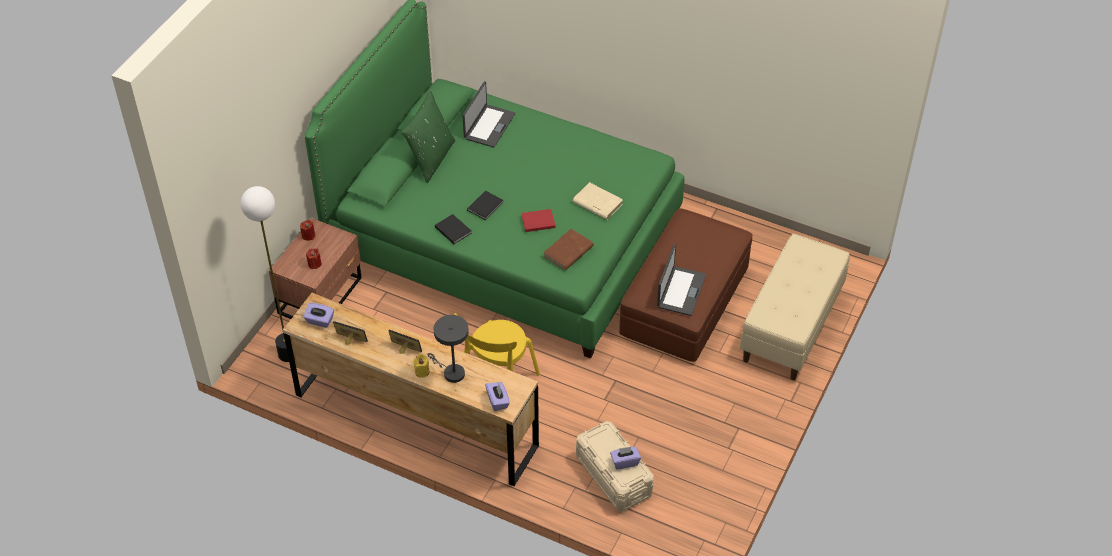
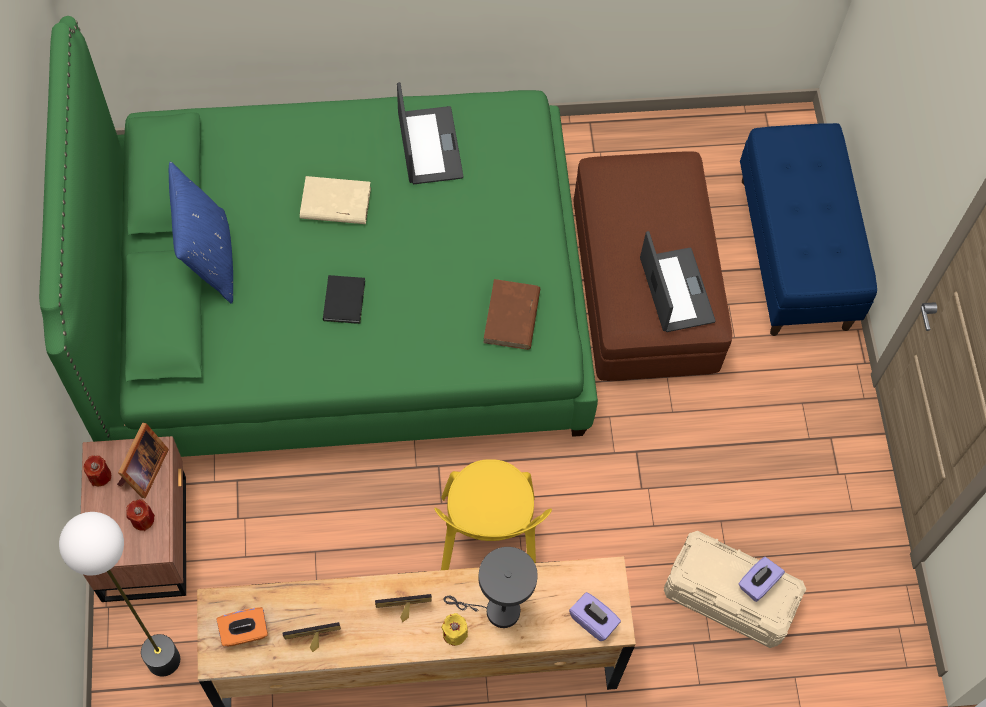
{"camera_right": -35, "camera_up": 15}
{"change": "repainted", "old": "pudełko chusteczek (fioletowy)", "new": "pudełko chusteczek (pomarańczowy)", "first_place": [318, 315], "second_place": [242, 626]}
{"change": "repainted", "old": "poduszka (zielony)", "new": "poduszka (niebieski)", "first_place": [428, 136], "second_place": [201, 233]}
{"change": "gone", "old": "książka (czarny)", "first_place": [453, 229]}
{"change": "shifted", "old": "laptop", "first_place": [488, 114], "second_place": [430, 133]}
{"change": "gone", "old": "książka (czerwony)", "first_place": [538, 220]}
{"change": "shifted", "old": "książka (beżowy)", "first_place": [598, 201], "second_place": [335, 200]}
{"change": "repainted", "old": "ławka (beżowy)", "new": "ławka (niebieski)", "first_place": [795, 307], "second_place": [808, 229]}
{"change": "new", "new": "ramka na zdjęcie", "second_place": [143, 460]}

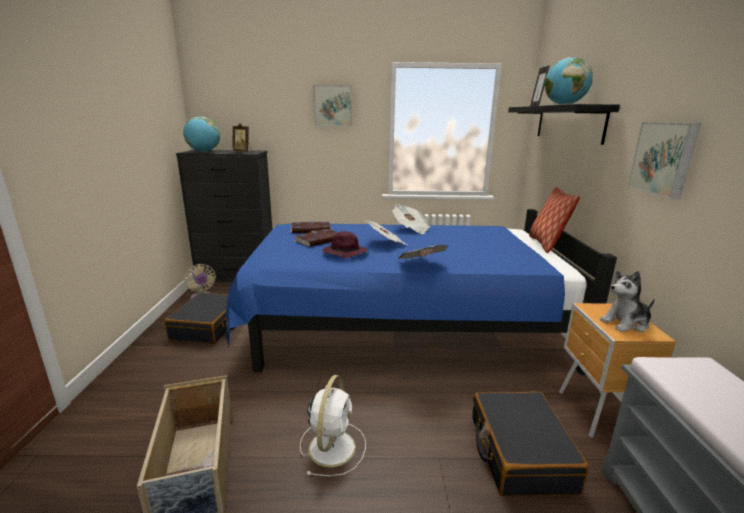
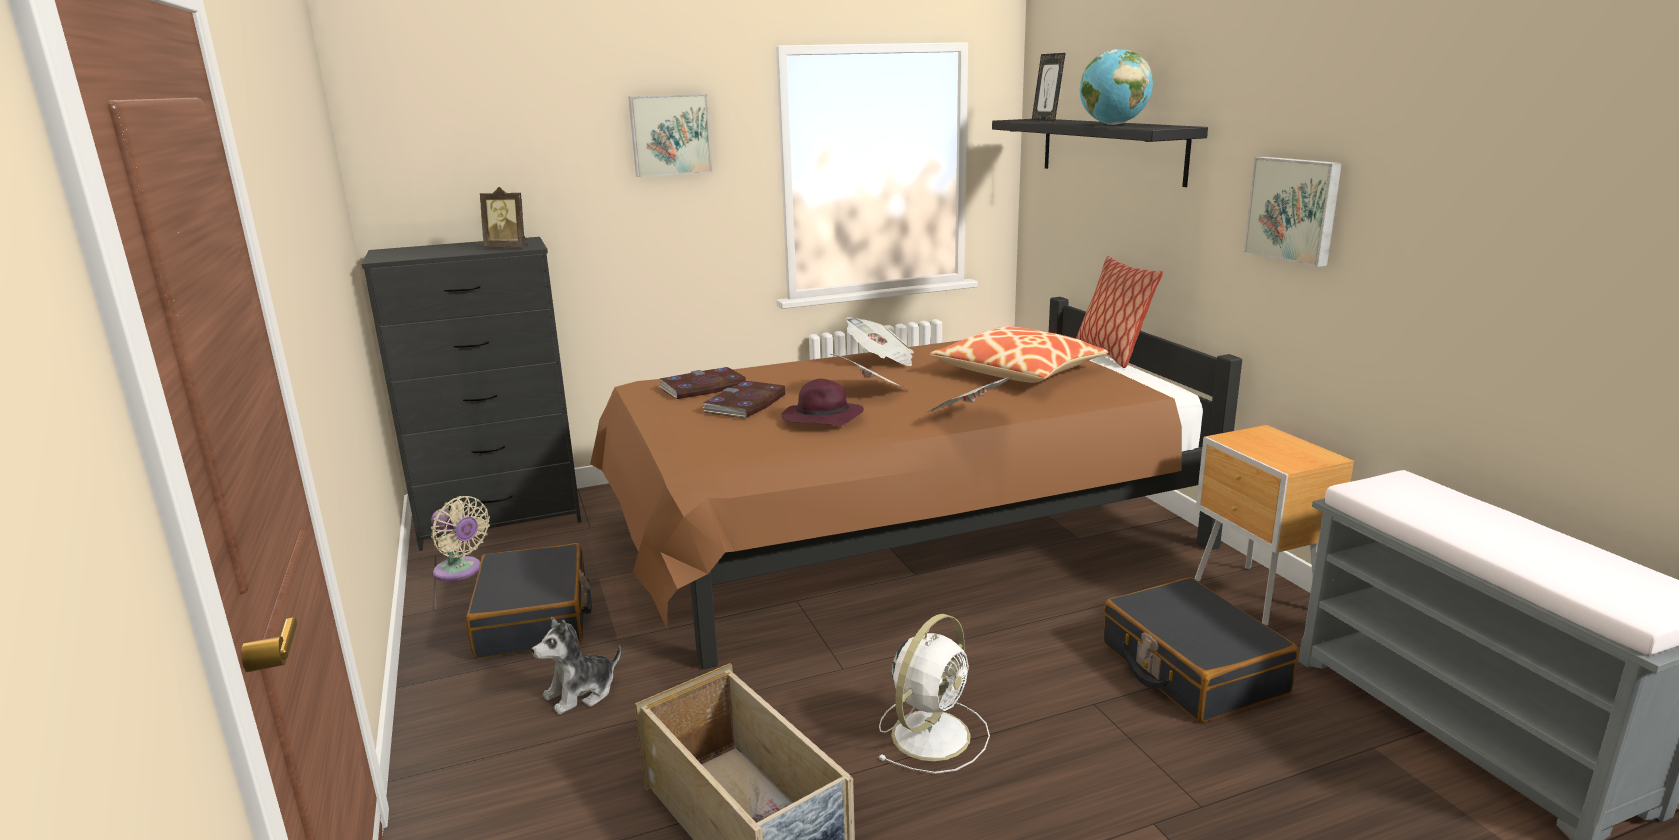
{"camera_right": -20, "camera_up": 0}
{"change": "gone", "old": "globus", "first_place": [201, 134]}
{"change": "repainted", "old": "łóżko (niebieski)", "new": "łóżko (brązowy)", "first_place": [421, 292], "second_place": [916, 483]}
{"change": "rotated", "old": "wentylator (biały)", "first_place": [333, 425], "second_place": [934, 694], "degrees": 45}
{"change": "shifted", "old": "pluszak", "first_place": [627, 301], "second_place": [576, 666]}
{"change": "new", "new": "poduszka", "second_place": [1018, 354]}

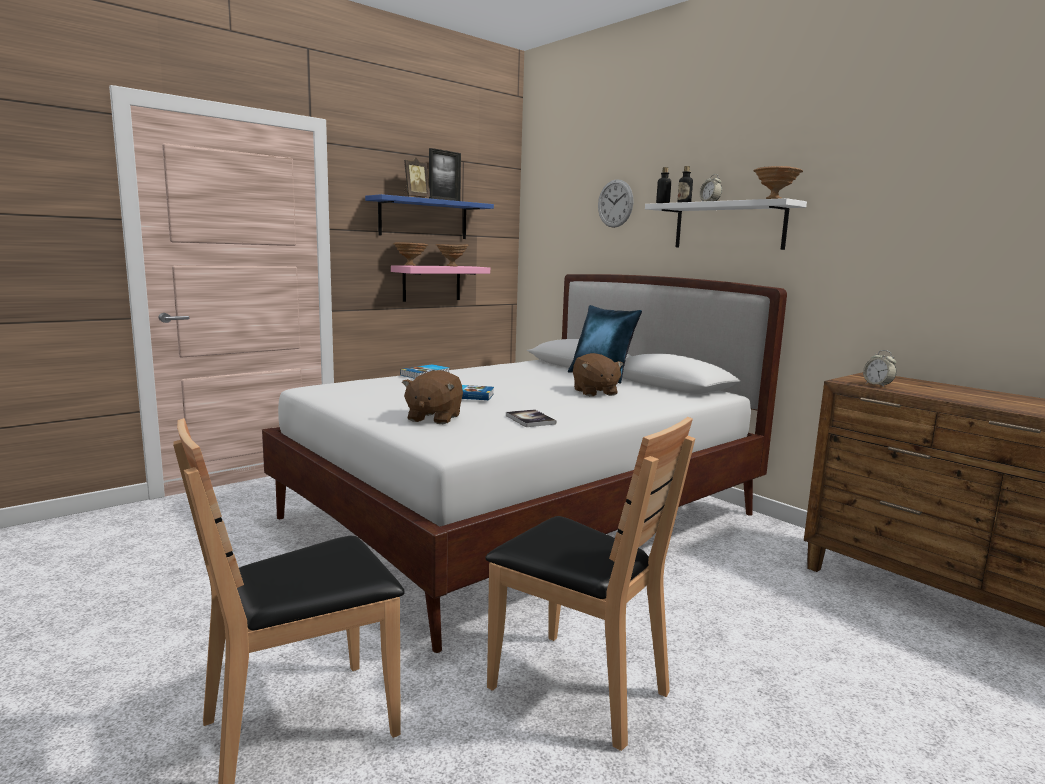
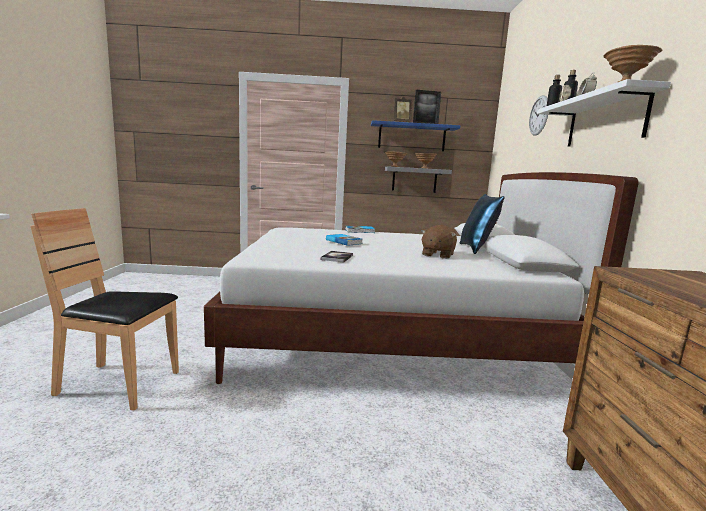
{"camera_right": 40, "camera_up": 0}
{"change": "repainted", "old": "półka (różowy)", "new": "półka (szary)", "first_place": [440, 283], "second_place": [418, 179]}
{"change": "gone", "old": "pluszak (brązowy)", "first_place": [432, 397]}
{"change": "gone", "old": "krzesło (brązowy)", "first_place": [590, 584]}
{"change": "gone", "old": "budzik", "first_place": [880, 368]}

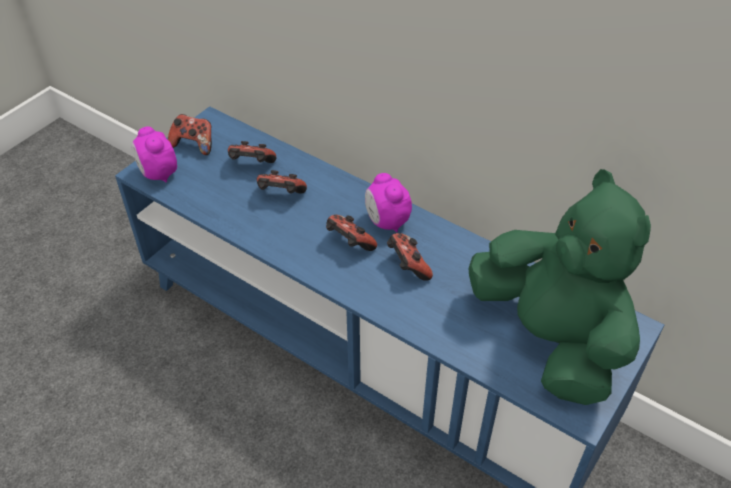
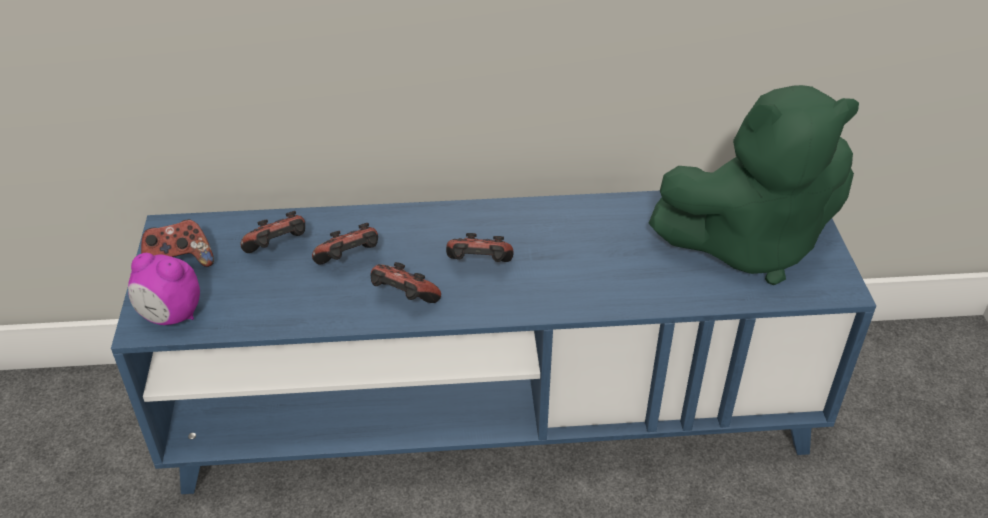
{"camera_right": -40, "camera_up": -5}
{"change": "gone", "old": "budzik", "first_place": [388, 202]}
{"change": "shifted", "old": "pad do gier", "first_place": [410, 257], "second_place": [406, 282]}
{"change": "rotated", "old": "pluszak (zielony)", "first_place": [560, 287], "second_place": [753, 185], "degrees": 150}

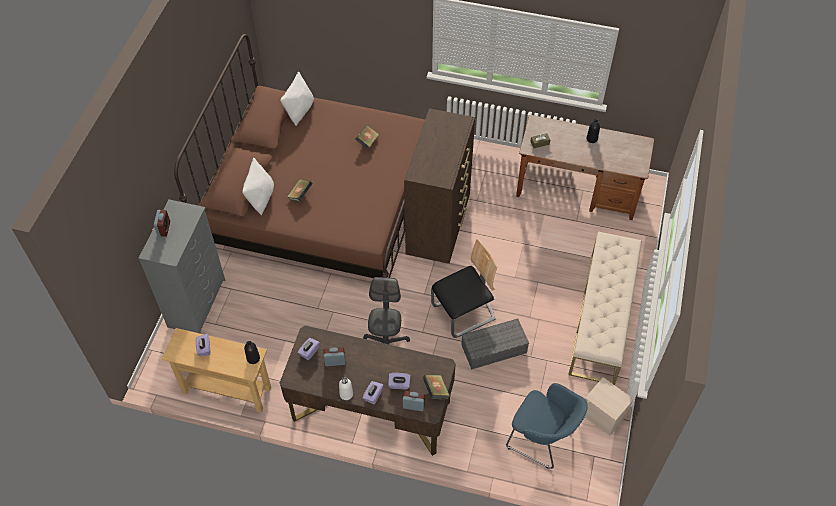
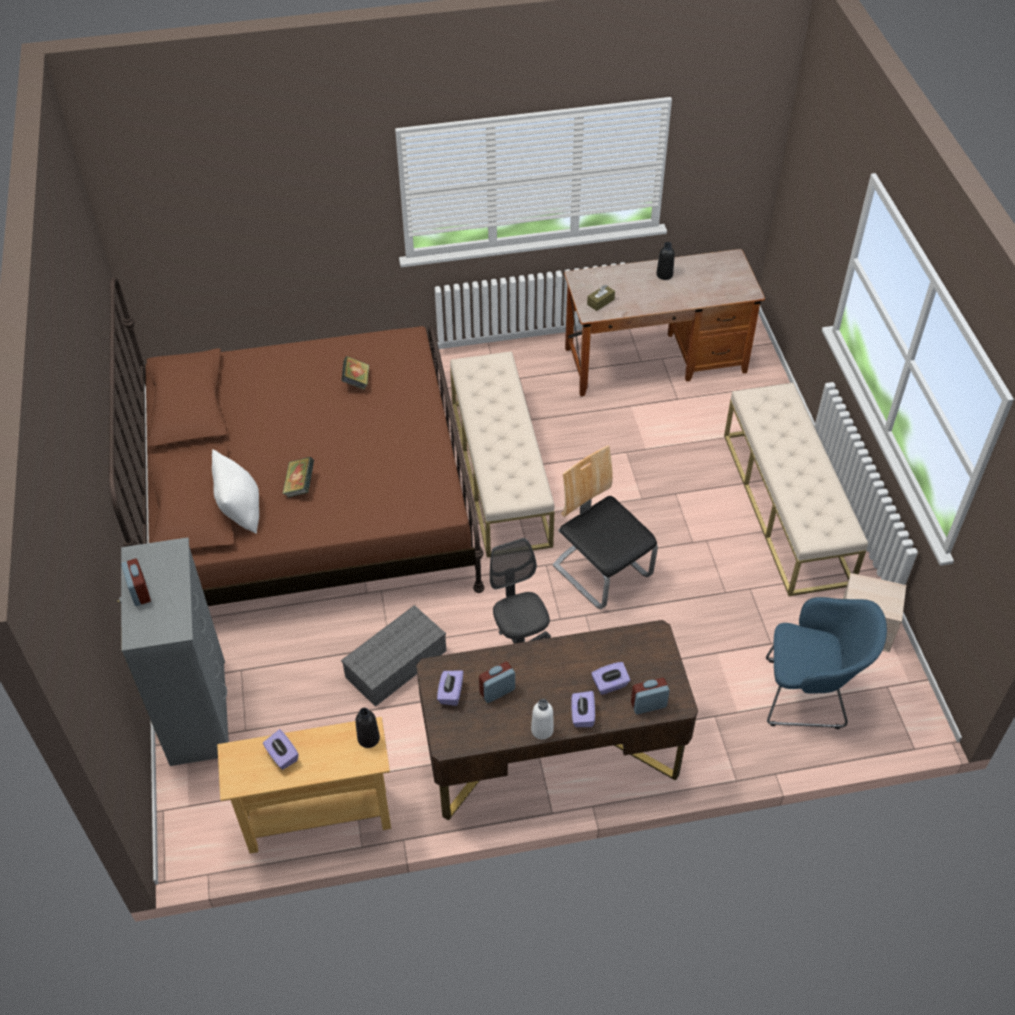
{"camera_right": -25, "camera_up": -5}
{"change": "gone", "old": "poduszka (biały)", "first_place": [297, 99]}
{"change": "swapped", "old": "komoda (brązowy)", "new": "ławka (beżowy)", "first_place": [439, 186], "second_place": [502, 454]}
{"change": "gone", "old": "książka", "first_place": [436, 387]}
{"change": "rotated", "old": "krzesło", "first_place": [464, 288], "second_place": [605, 527], "degrees": -75}
{"change": "shifted", "old": "pojemnik do przechowywania (szary)", "first_place": [495, 344], "second_place": [393, 656]}

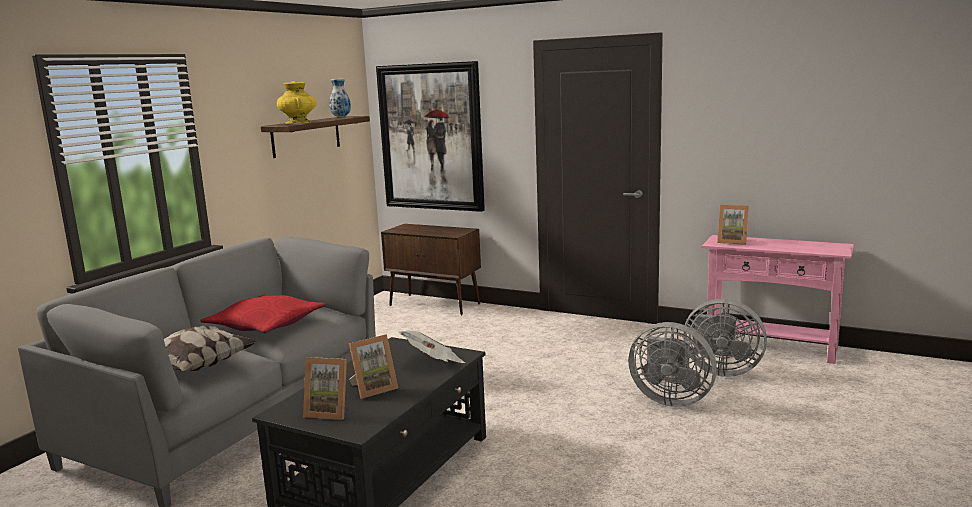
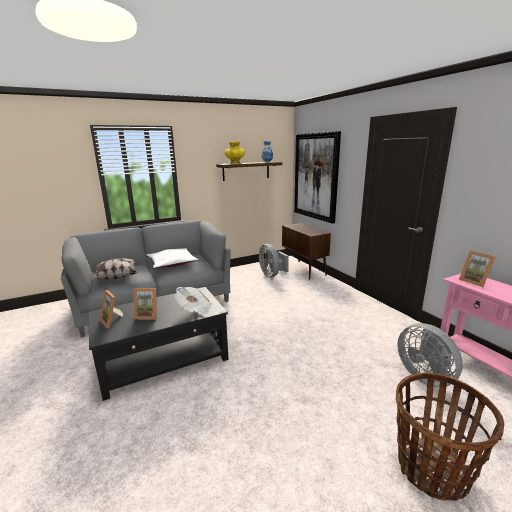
{"camera_right": 35, "camera_up": 5}
{"change": "repainted", "old": "poduszka (czerwony)", "new": "poduszka (biały)", "first_place": [263, 314], "second_place": [172, 258]}
{"change": "shifted", "old": "wentylator (szary)", "first_place": [673, 364], "second_place": [274, 261]}
{"change": "new", "new": "koszyk", "second_place": [450, 436]}

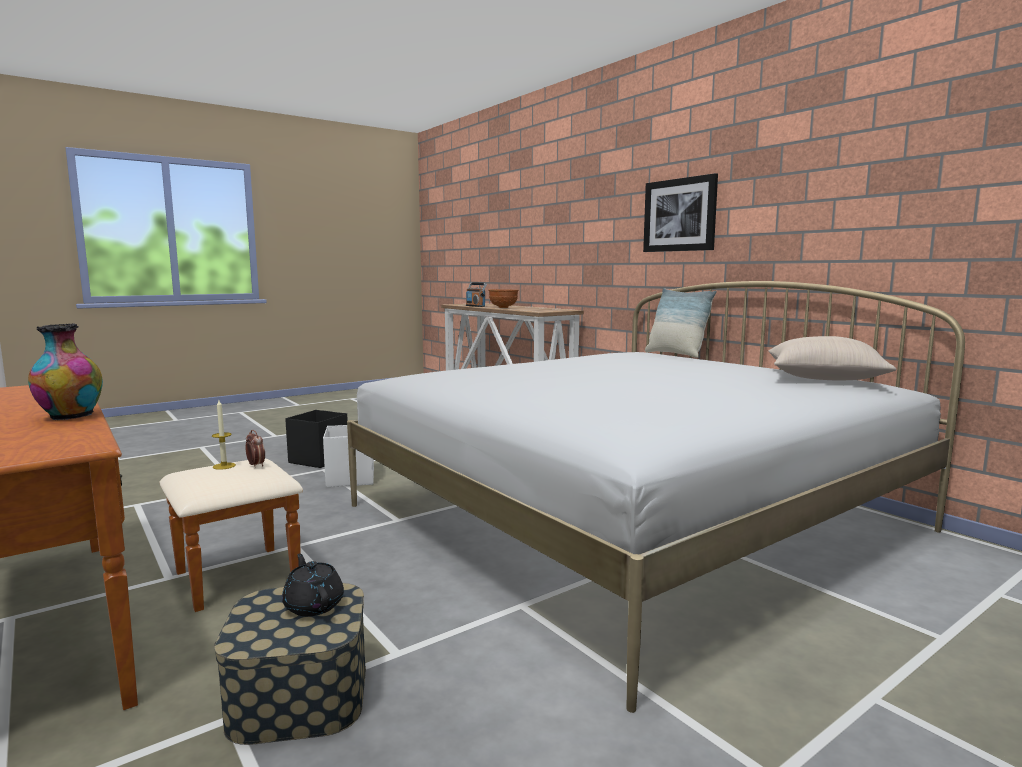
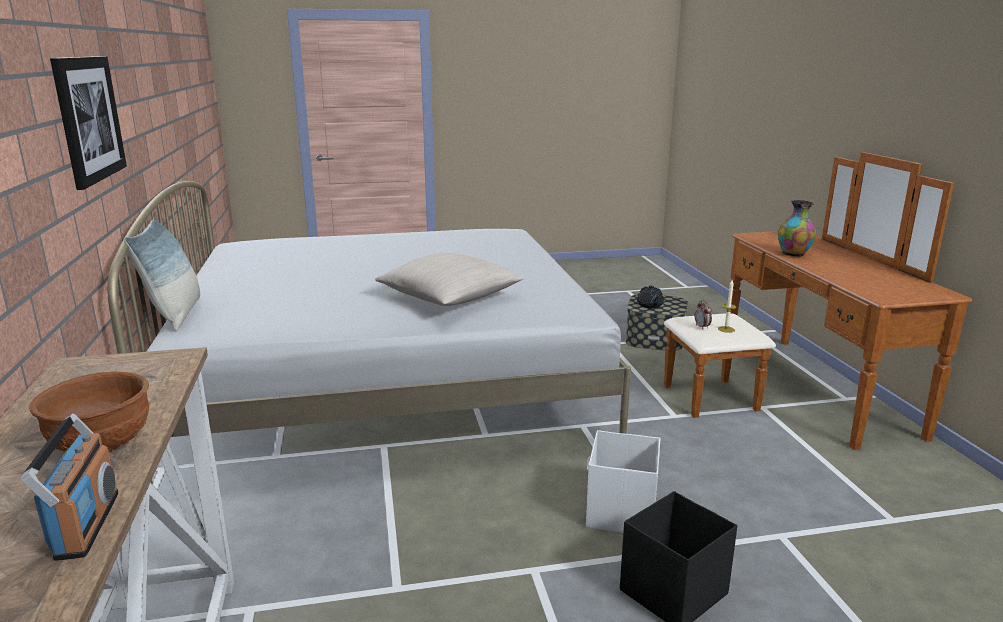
{"camera_right": -155, "camera_up": 10}
{"change": "shifted", "old": "poduszka (beżowy)", "first_place": [832, 358], "second_place": [449, 279]}

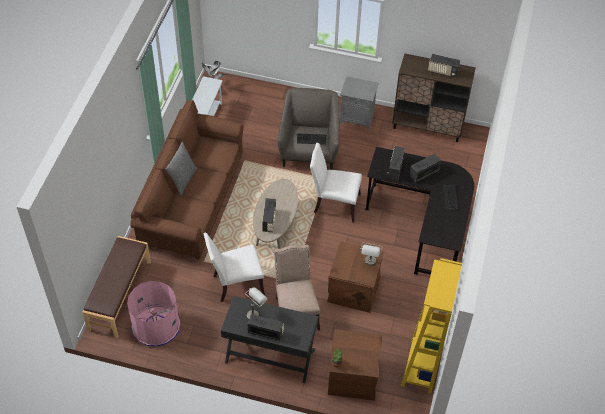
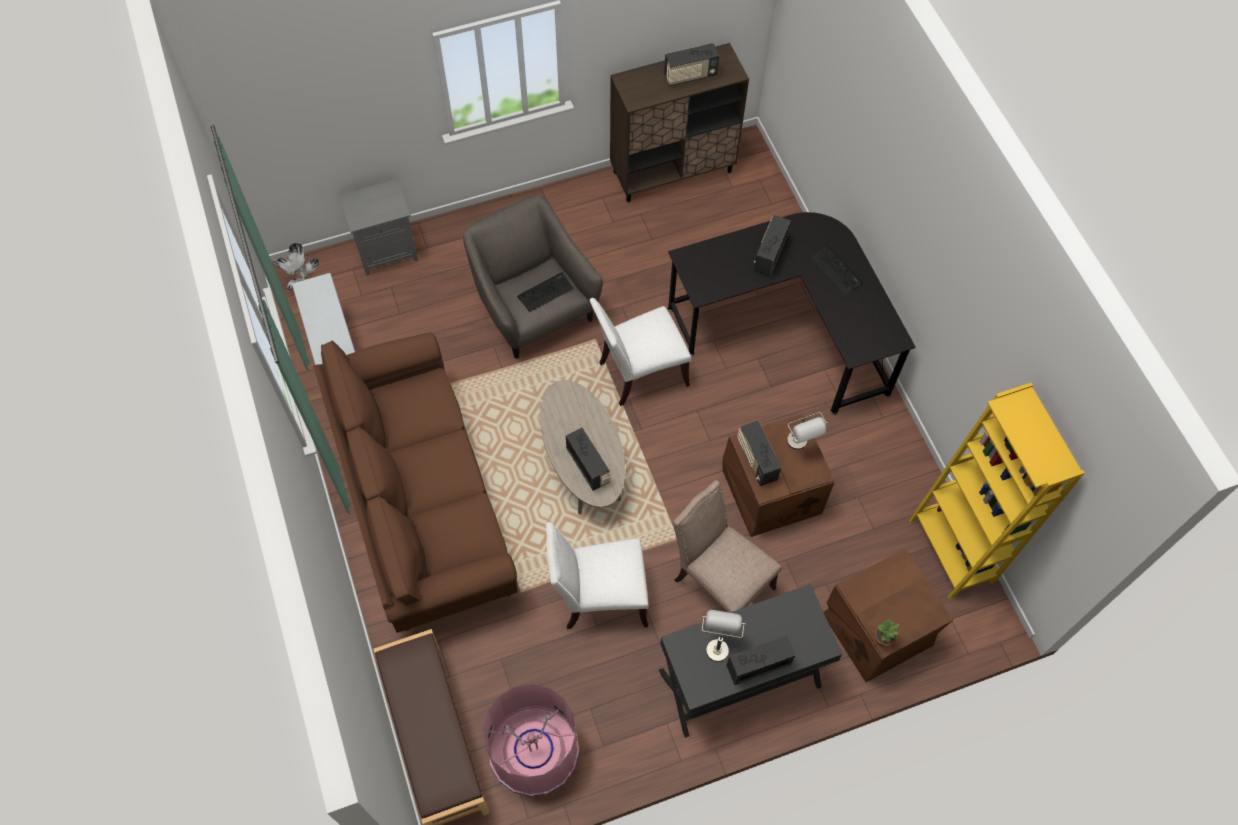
{"camera_right": -35, "camera_up": 10}
{"change": "gone", "old": "poduszka (szary)", "first_place": [181, 168]}
{"change": "rotated", "old": "krzesło (biały)", "first_place": [234, 267], "second_place": [597, 575], "degrees": 45}
{"change": "shifted", "old": "szafka nocna (szary)", "first_place": [359, 103], "second_place": [378, 227]}
{"change": "shifted", "old": "radio", "first_place": [396, 163], "second_place": [759, 453]}

